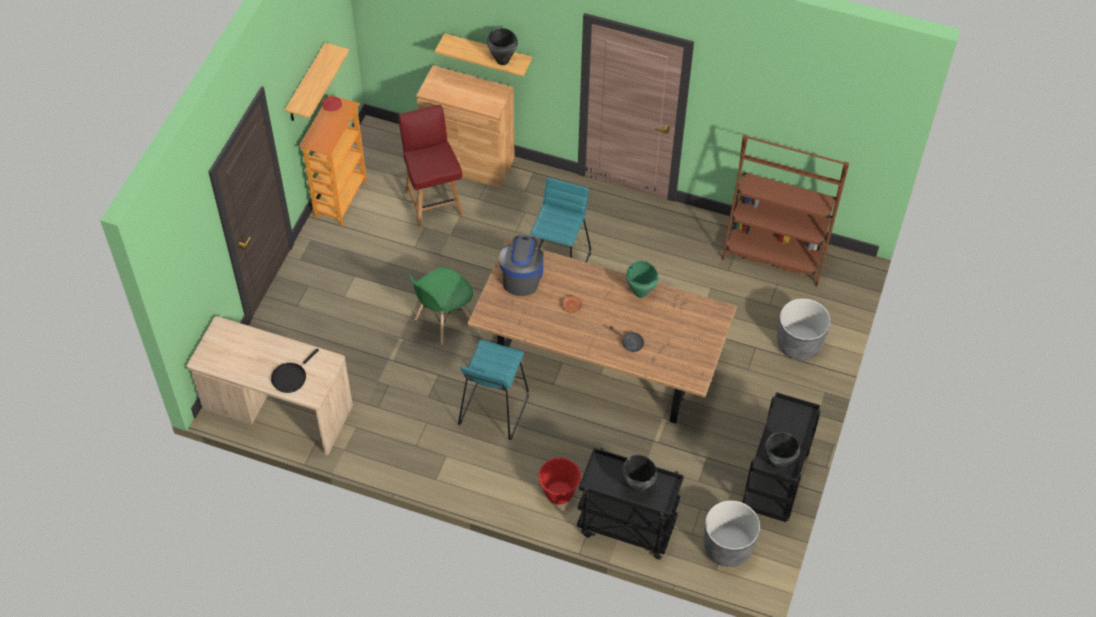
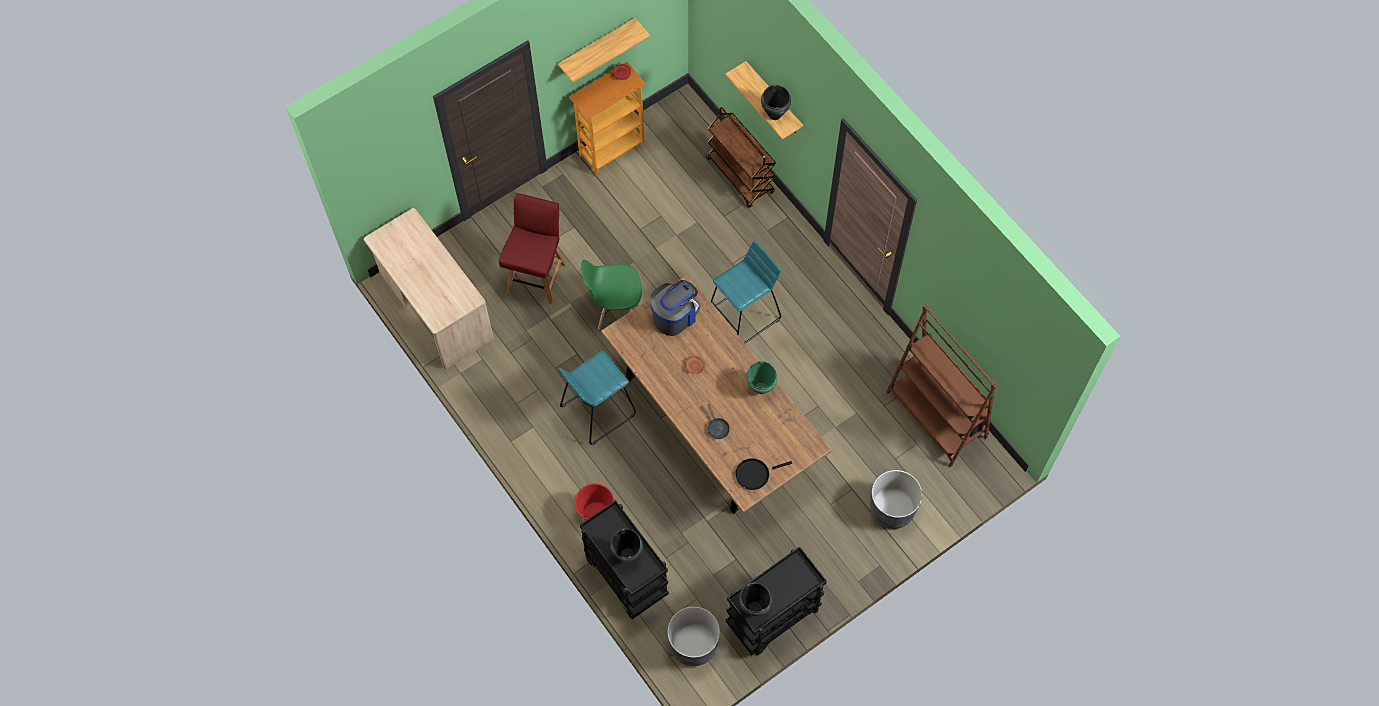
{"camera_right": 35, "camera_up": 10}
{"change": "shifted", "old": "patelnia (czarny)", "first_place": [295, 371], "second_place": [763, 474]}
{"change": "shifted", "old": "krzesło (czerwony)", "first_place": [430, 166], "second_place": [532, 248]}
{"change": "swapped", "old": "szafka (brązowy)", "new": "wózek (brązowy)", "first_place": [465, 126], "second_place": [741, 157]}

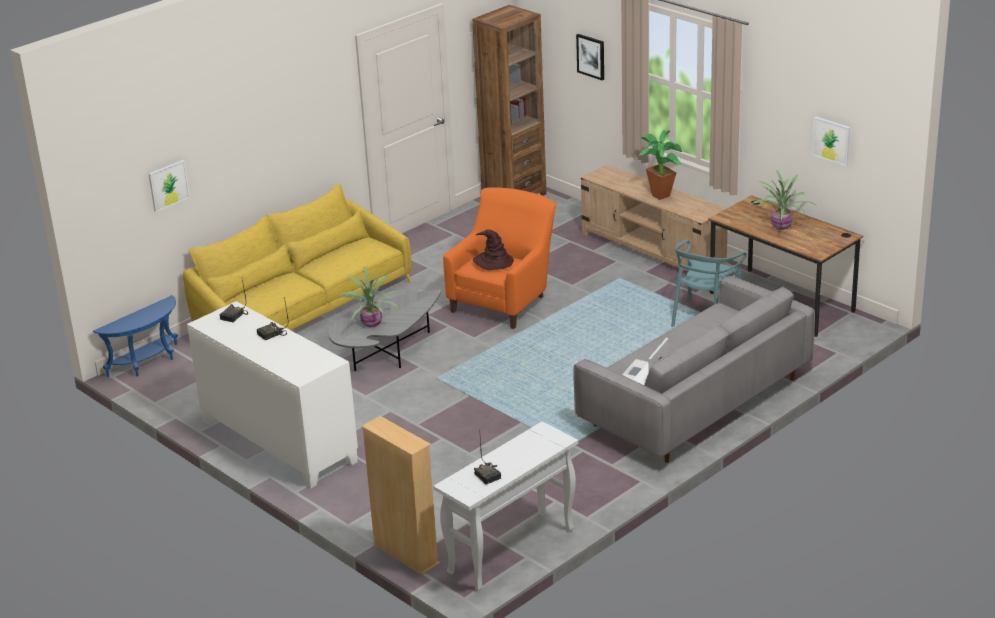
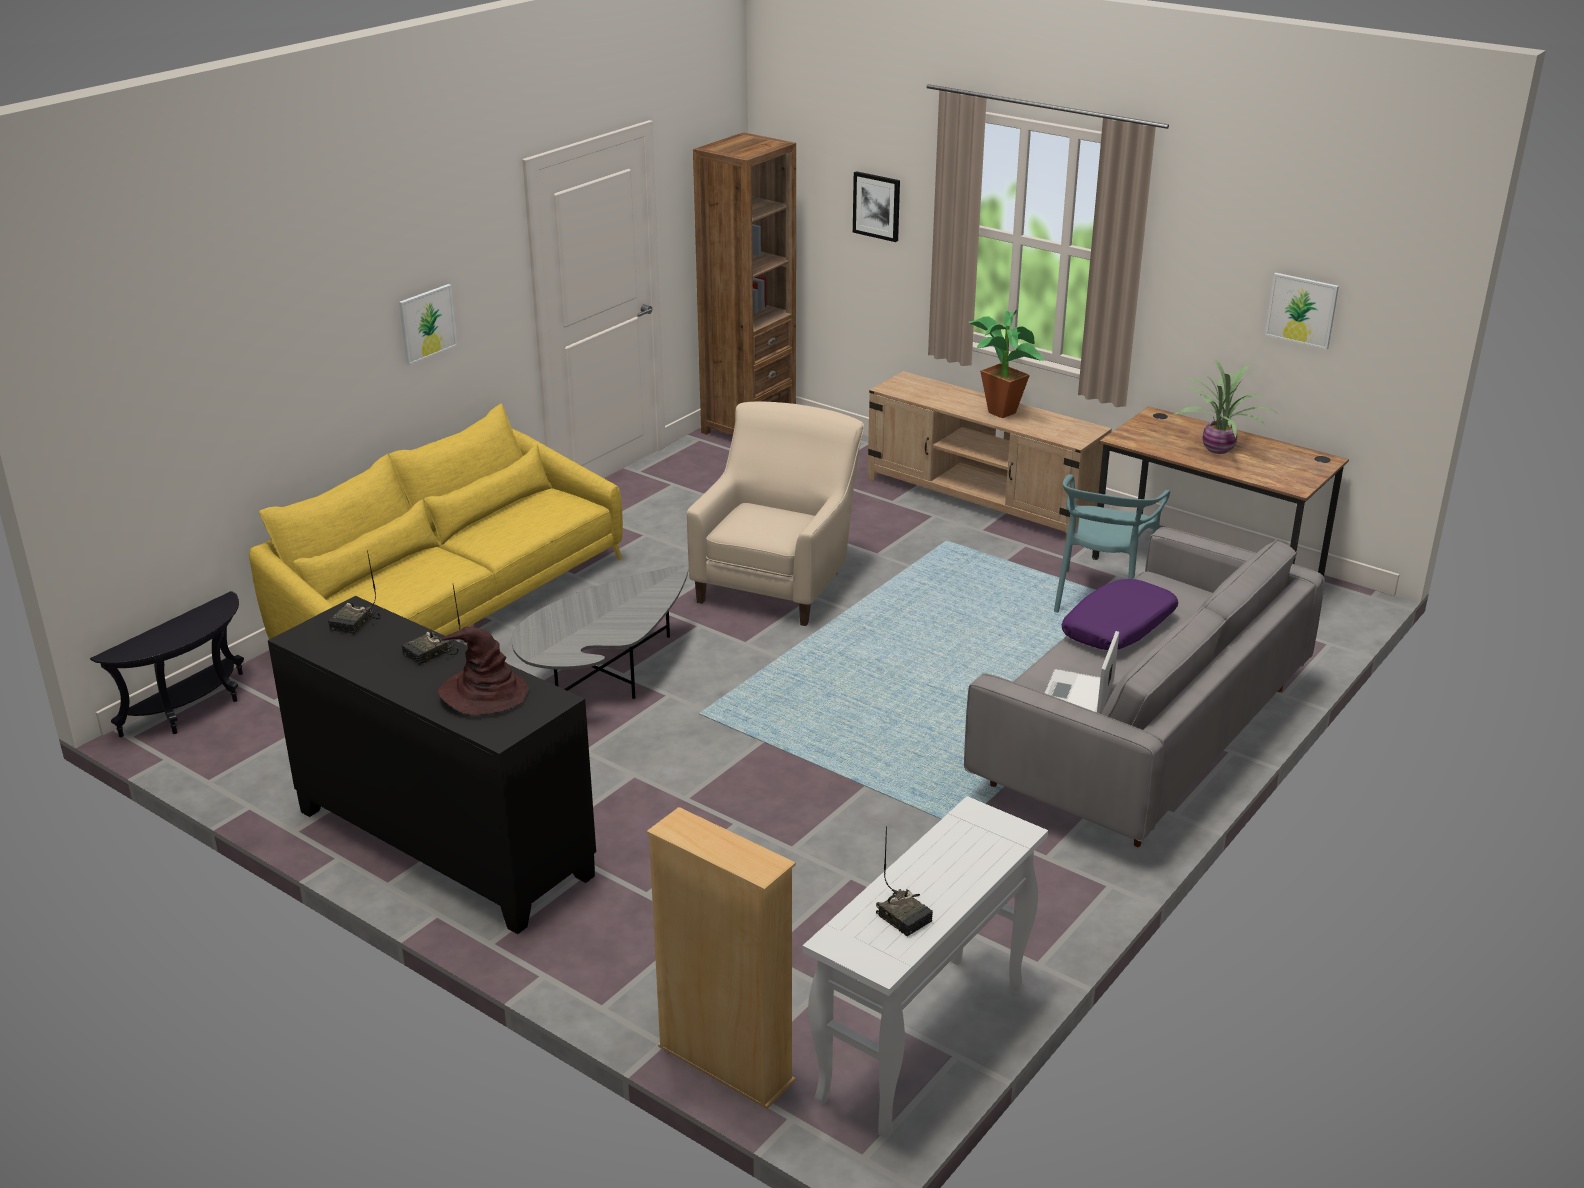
{"camera_right": -10, "camera_up": 0}
{"change": "repainted", "old": "stolik (niebieski)", "new": "stolik (czarny)", "first_place": [135, 336], "second_place": [167, 664]}
{"change": "shifted", "old": "obraz", "first_place": [169, 186], "second_place": [428, 324]}
{"change": "repainted", "old": "szafka (biały)", "new": "szafka (czarny)", "first_place": [272, 394], "second_place": [432, 765]}
{"change": "gone", "old": "roślina doniczkowa", "first_place": [370, 296]}
{"change": "repainted", "old": "fotel (pomarańczowy)", "new": "fotel (beżowy)", "first_place": [499, 258], "second_place": [775, 514]}
{"change": "shifted", "old": "kapelusz (brązowy)", "first_place": [493, 249], "second_place": [483, 670]}
{"change": "new", "new": "poduszka (fioletowy)", "second_place": [1120, 614]}

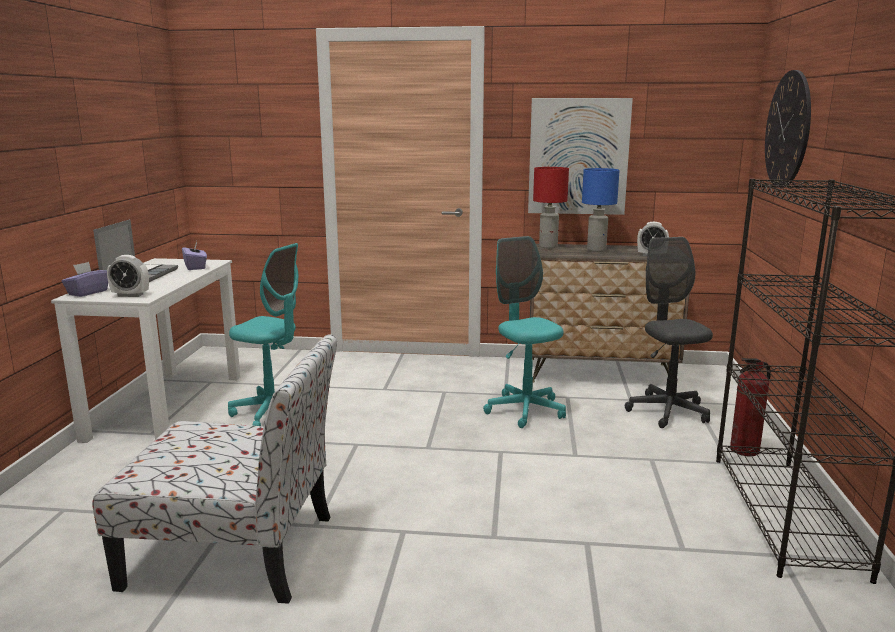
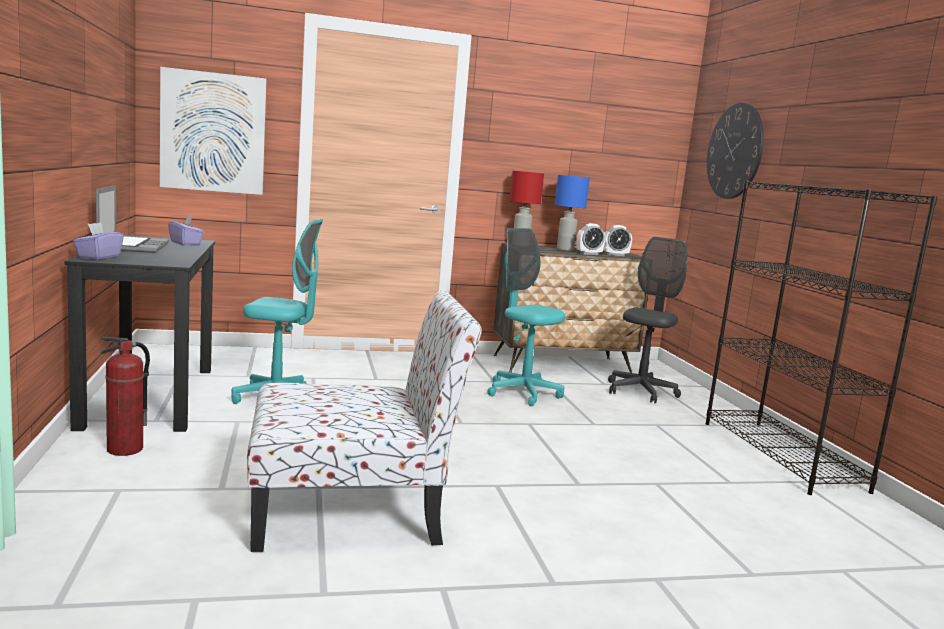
{"camera_right": -20, "camera_up": -5}
{"change": "repainted", "old": "biurko (biały)", "new": "biurko (czarny)", "first_place": [145, 350], "second_place": [139, 333]}
{"change": "shifted", "old": "budzik", "first_place": [128, 276], "second_place": [590, 239]}
{"change": "shifted", "old": "obraz", "first_place": [580, 156], "second_place": [213, 131]}
{"change": "rotated", "old": "krzesło biurowe (szary)", "first_place": [668, 332], "second_place": [647, 320], "degrees": 60}
{"change": "shifted", "old": "gaśnica", "first_place": [750, 407], "second_place": [125, 396]}

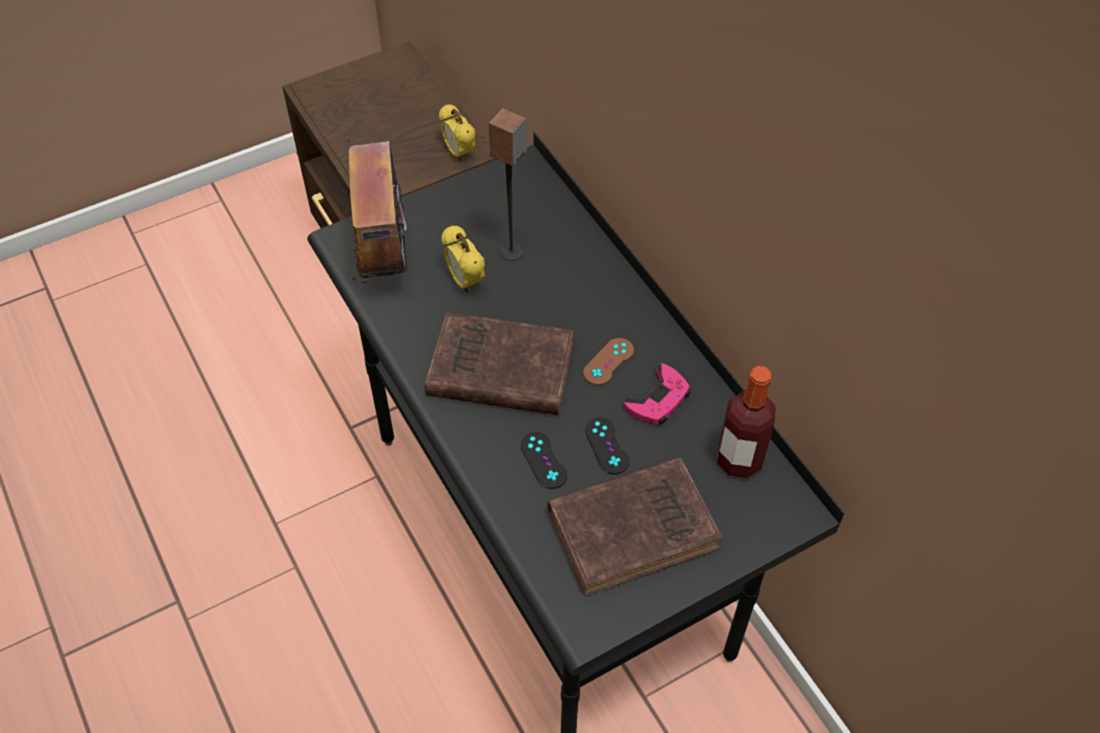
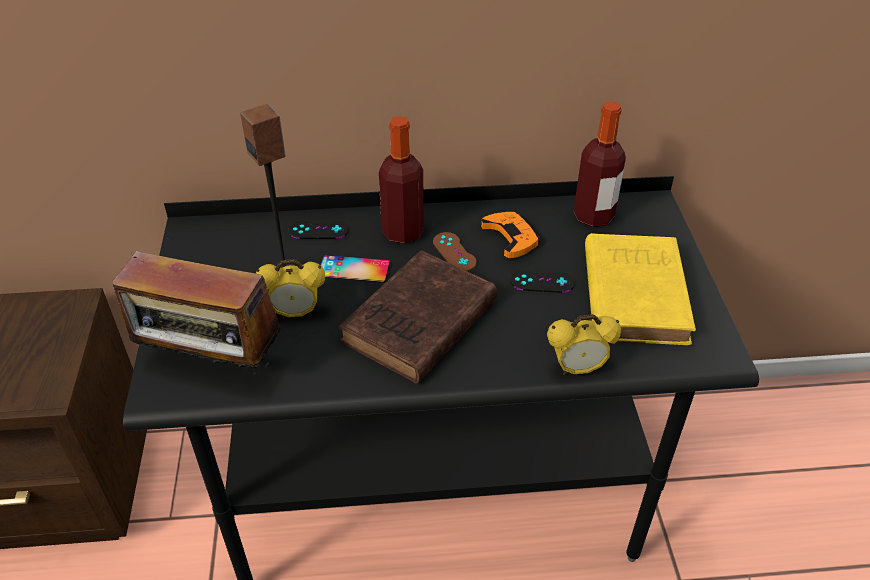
{"camera_right": -65, "camera_up": -10}
{"change": "shifted", "old": "budzik", "first_place": [457, 133], "second_place": [584, 344]}
{"change": "shifted", "old": "pad do gier (czarny)", "first_place": [544, 460], "second_place": [318, 230]}
{"change": "repainted", "old": "książka (brązowy)", "new": "książka (żółty)", "first_place": [635, 527], "second_place": [640, 289]}
{"change": "repainted", "old": "pad do gier (różowy)", "new": "pad do gier (pomarańczowy)", "first_place": [657, 394], "second_place": [510, 235]}
{"change": "new", "new": "telefon", "second_place": [355, 269]}
{"change": "new", "new": "butelka", "second_place": [401, 180]}

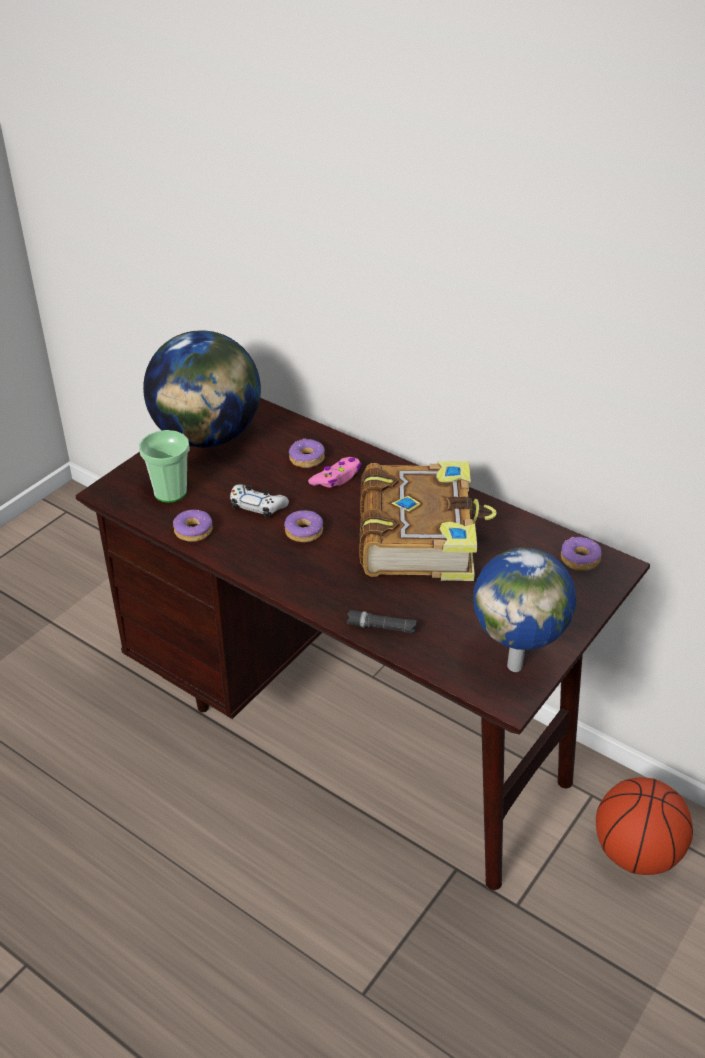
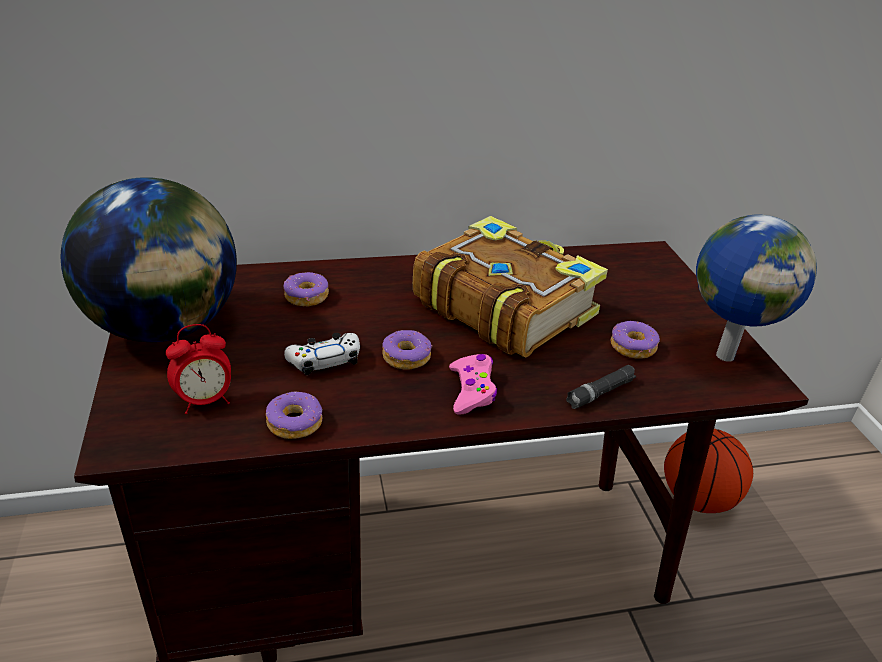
{"camera_right": -50, "camera_up": -5}
{"change": "swapped", "old": "filiżanka", "new": "budzik", "first_place": [164, 466], "second_place": [198, 369]}
{"change": "shifted", "old": "pad do gier (różowy)", "first_place": [334, 472], "second_place": [473, 384]}
{"change": "shifted", "old": "donut", "first_place": [581, 554], "second_place": [635, 340]}

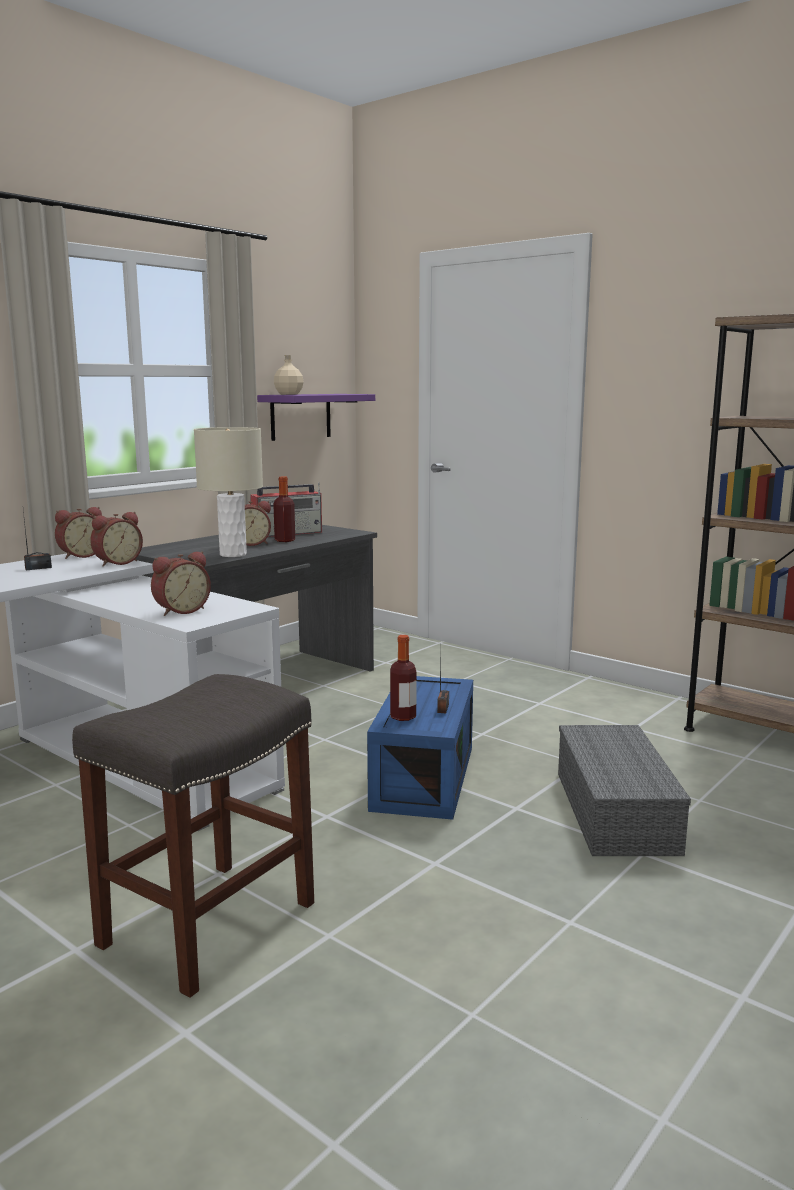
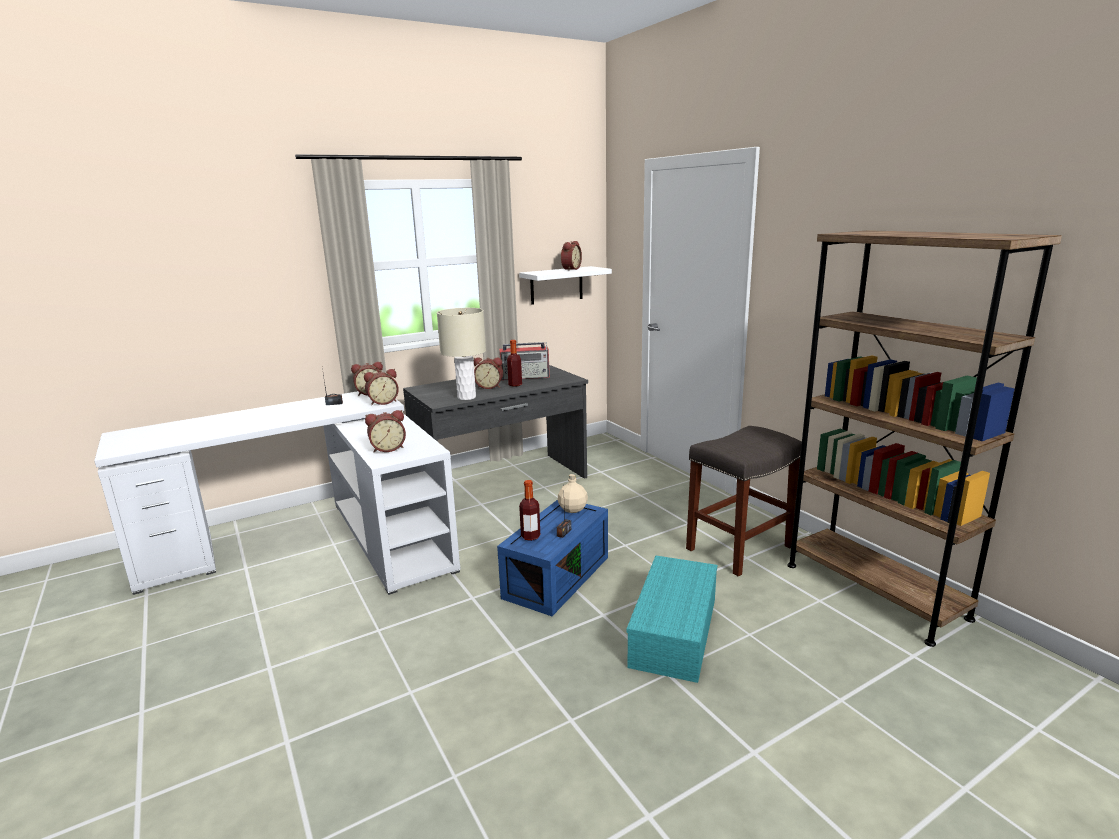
{"camera_right": 20, "camera_up": 5}
{"change": "shifted", "old": "stołek (szary)", "first_place": [193, 836], "second_place": [744, 501]}
{"change": "repainted", "old": "półka (fioletowy)", "new": "półka (biały)", "first_place": [316, 417], "second_place": [565, 285]}
{"change": "shifted", "old": "butelka (beżowy)", "first_place": [289, 375], "second_place": [572, 493]}
{"change": "repainted", "old": "pojemnik do przechowywania (szary)", "new": "pojemnik do przechowywania (turkusowy)", "first_place": [624, 790], "second_place": [672, 619]}
{"change": "new", "new": "budzik", "second_place": [571, 255]}

